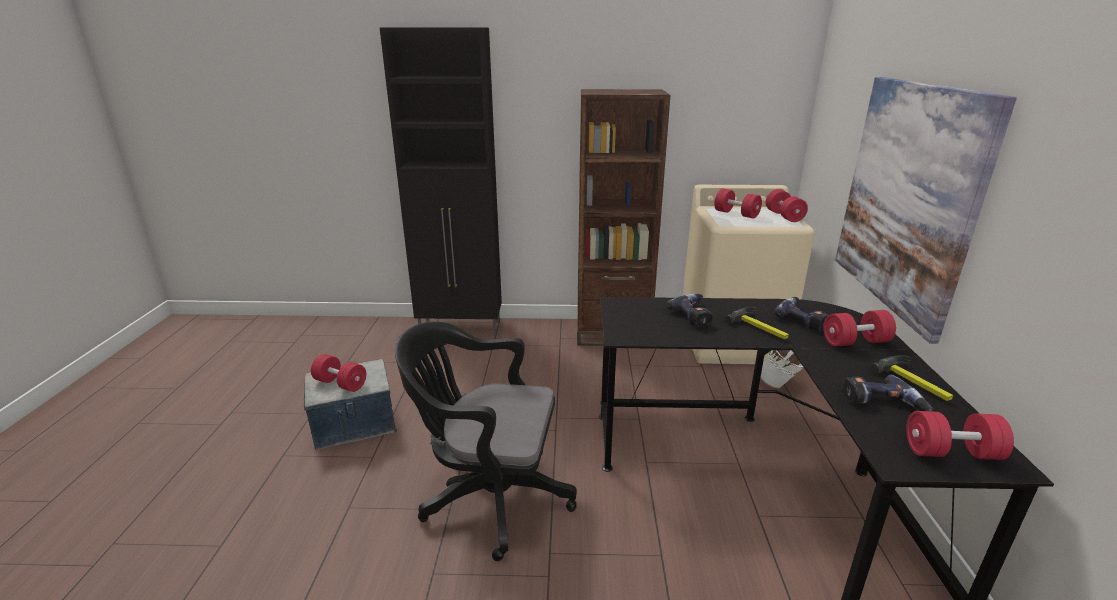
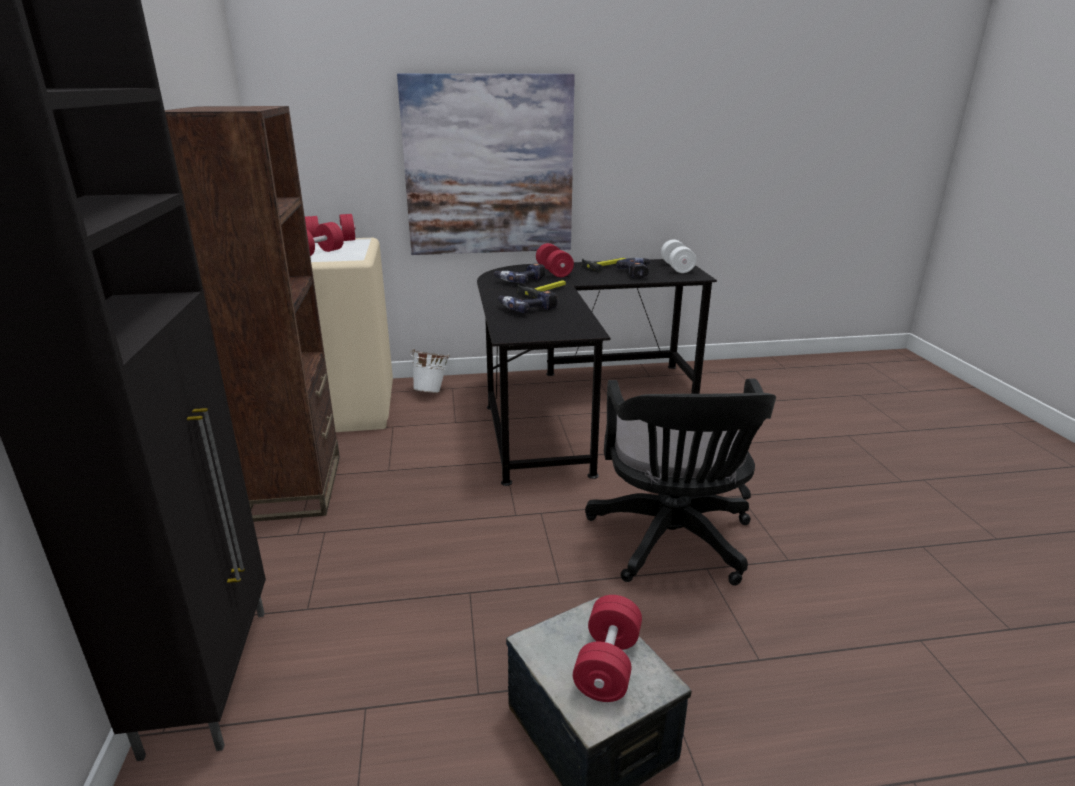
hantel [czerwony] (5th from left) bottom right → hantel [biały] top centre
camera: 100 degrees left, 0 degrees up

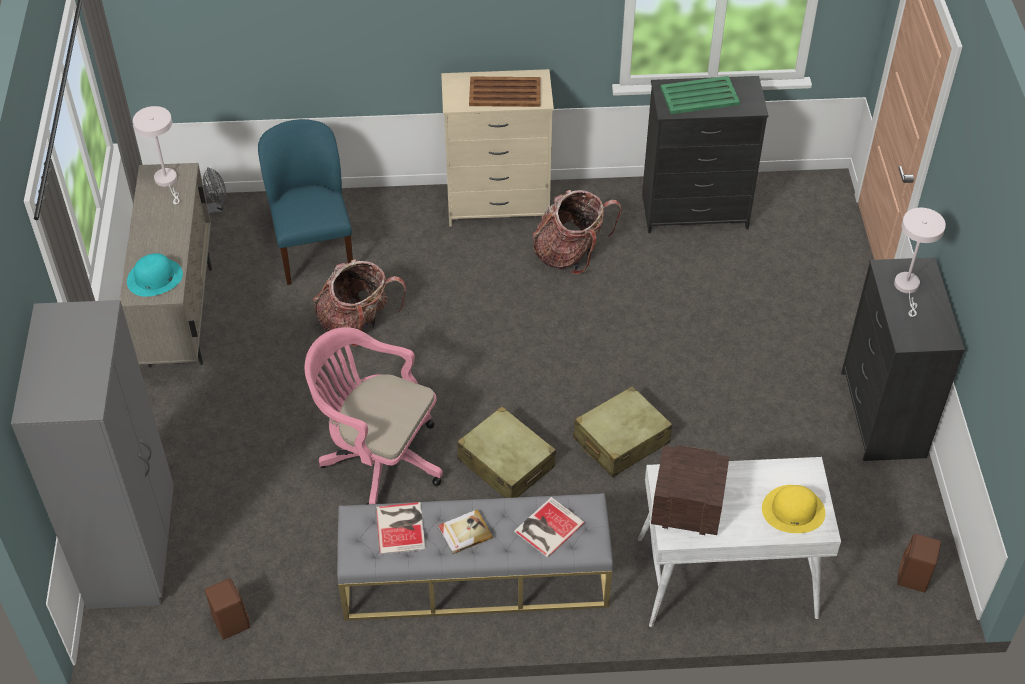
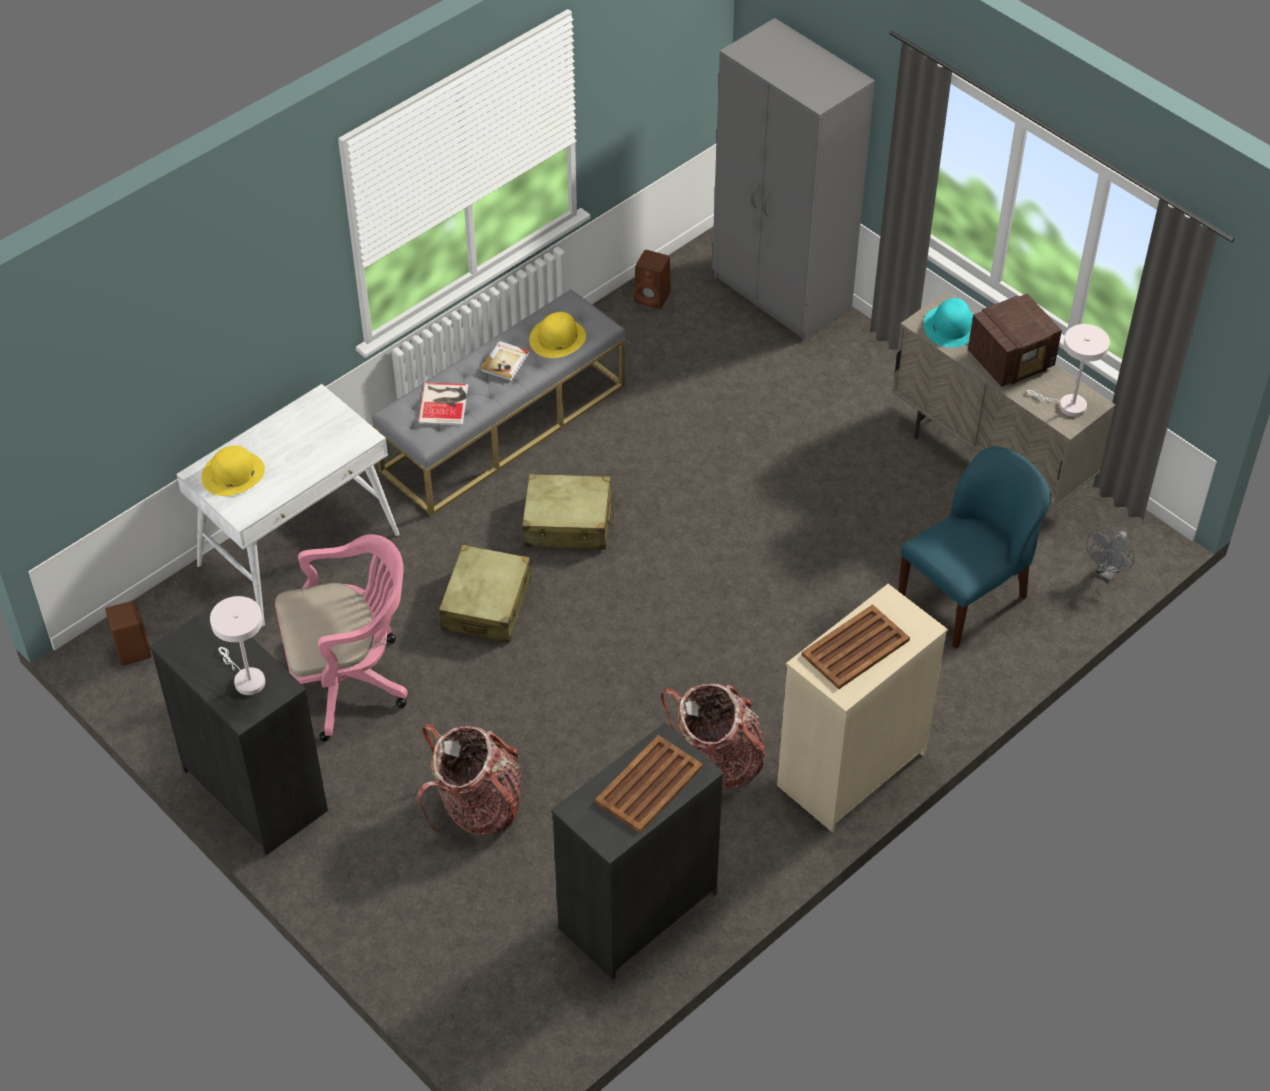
krzesło biurowe [różowy] centre → krzesło biurowe [różowy] middle left, move
plecak (1st from left) centre → plecak (1st from left) bottom centre, move
radio bottom right → radio top right, move
książka (1st from left) bottom centre → kapelusz [żółty] (2nd from left) top centre
taca [zielony] top right → taca [brązowy] (1st from left) bottom centre
krzesło [niebieski] top left → krzesło [niebieski] middle right, 75 degrees counterclockwise
camera: 140 degrees right, 0 degrees up

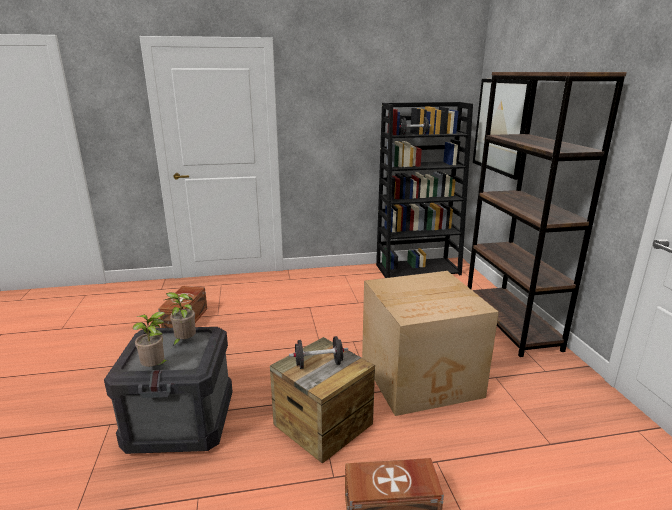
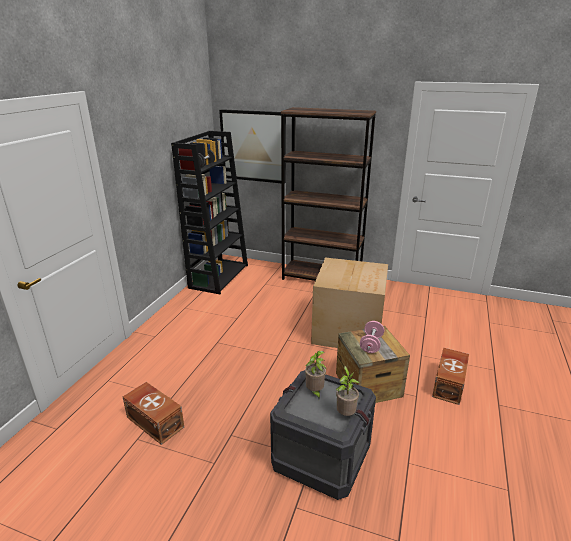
hantel [czarny] (1st from left) bottom centre → hantel [różowy] centre
camera: 60 degrees left, 5 degrees up

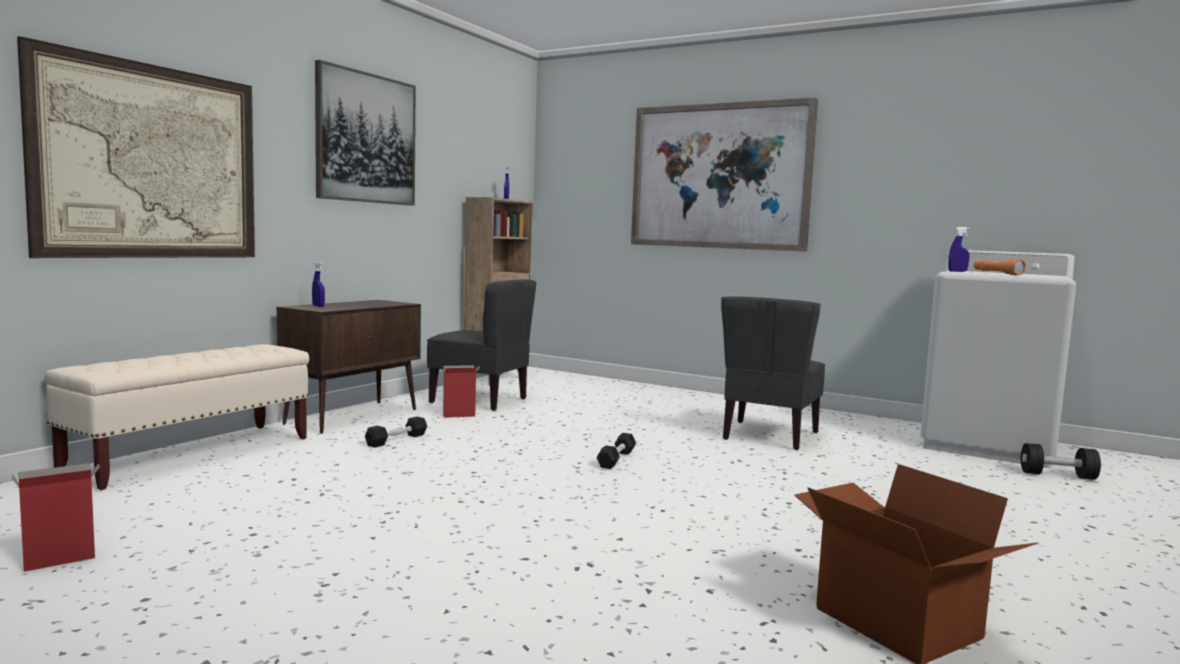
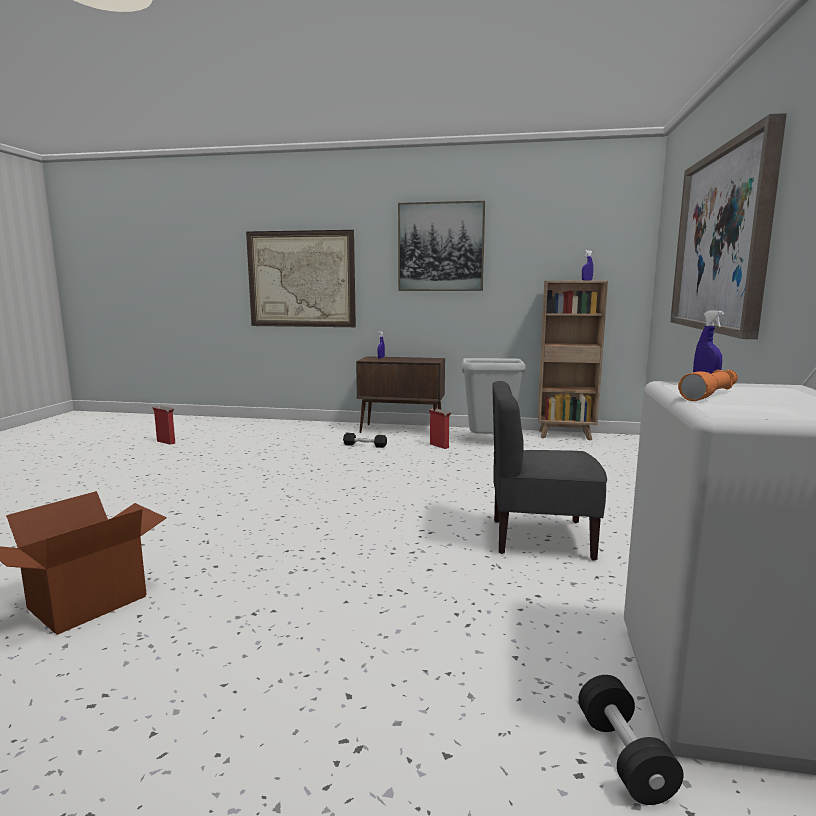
ławka [beżowy] middle left → -
hantel [czarny] (2nd from left) bottom centre → -
krzesło [szary] (1st from left) centre → kosz na śmieci [szary] centre
camera: 70 degrees right, 5 degrees up

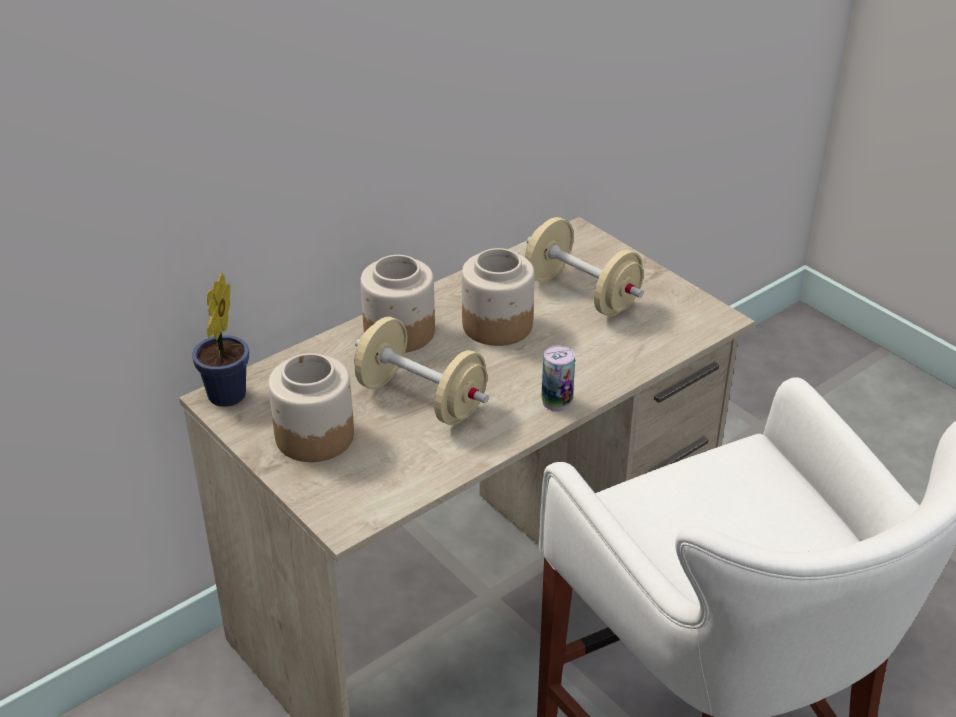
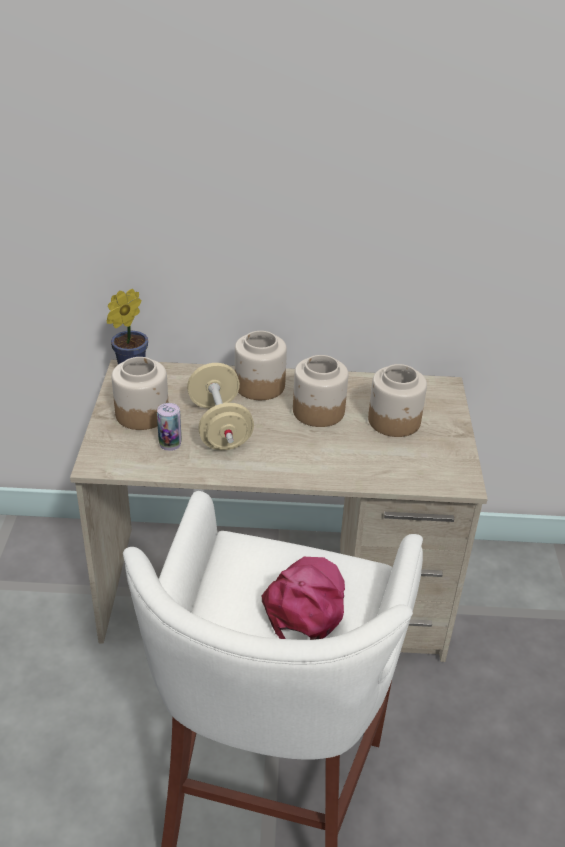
- → czapka z daszkiem [różowy] bottom centre
puszka centre → puszka middle left, move
hantel [beżowy] (2nd from left) centre → słoik (4th from left) middle right
camera: 40 degrees right, 0 degrees up

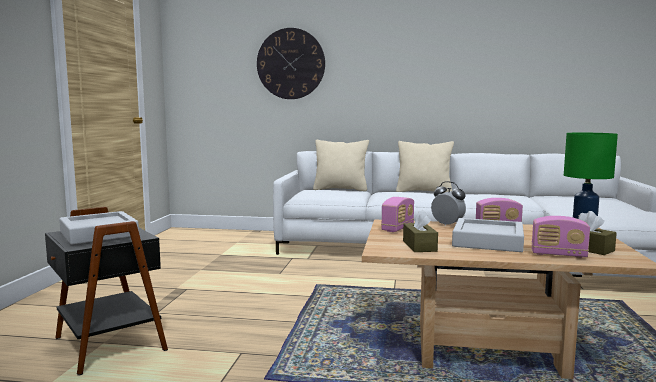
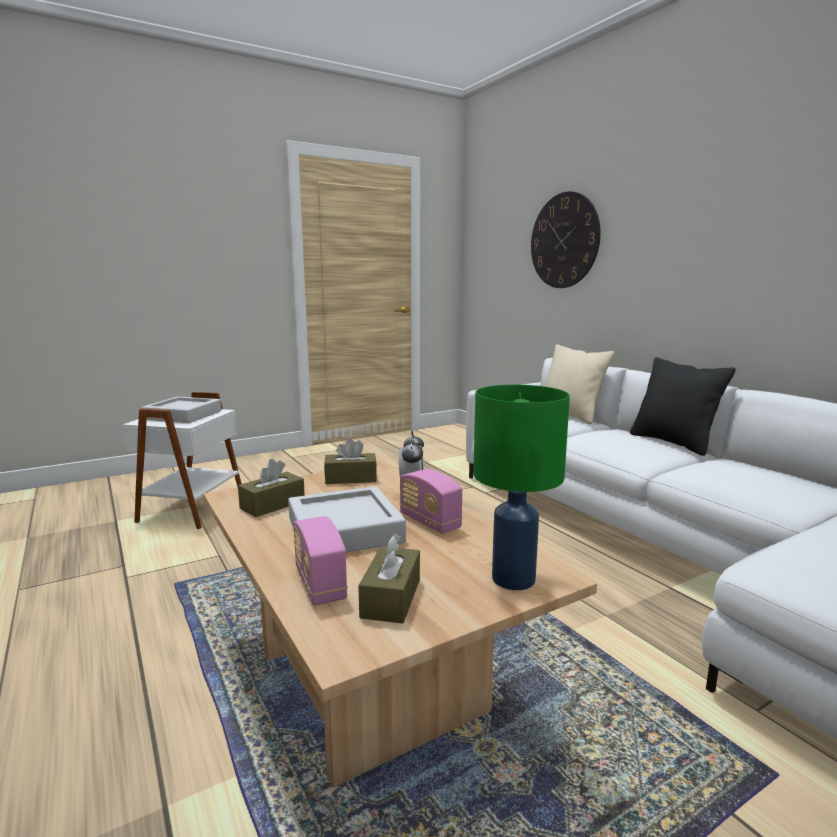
radio (1st from left) centre → pudełko chusteczek [brązowy] (2nd from left) centre
stolik [czarny] bottom left → stolik [biały] middle left
poduszka [beżowy] (2nd from left) centre → poduszka [czarny] middle right
camera: 50 degrees right, 5 degrees up

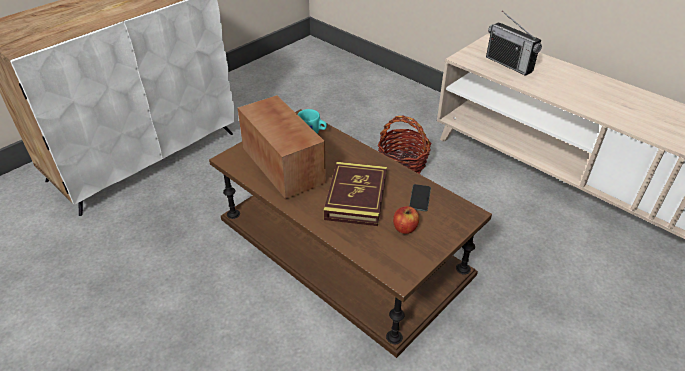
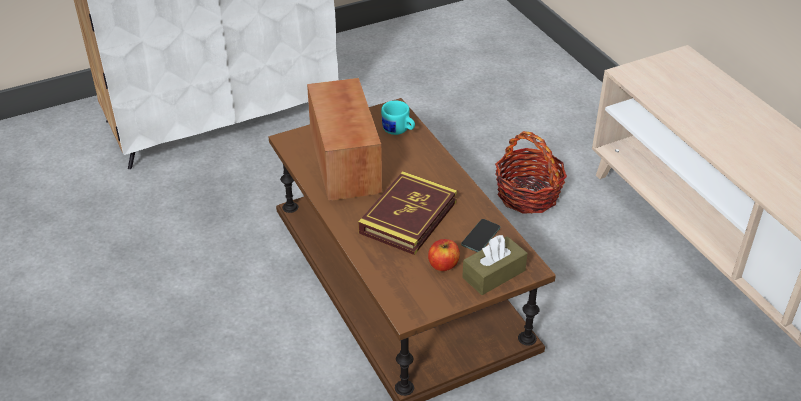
radio (2nd from left) top right → -
- → pudełko chusteczek [brązowy] centre
camera: 20 degrees right, 0 degrees up

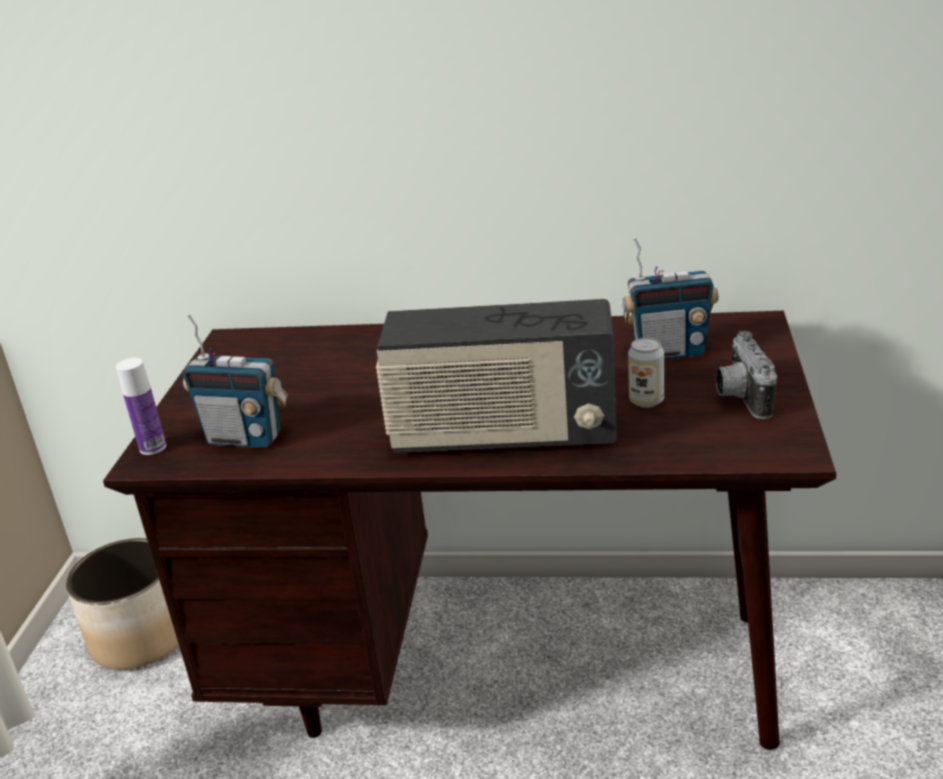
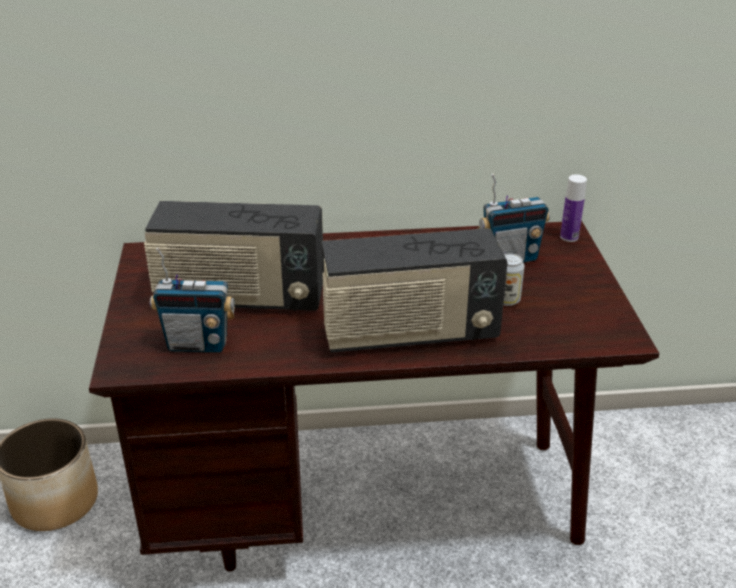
aparat fotograficzny middle right → -
- → radio (2nd from left) middle left
butelka middle left → butelka middle right, move
camera: 15 degrees left, 5 degrees up

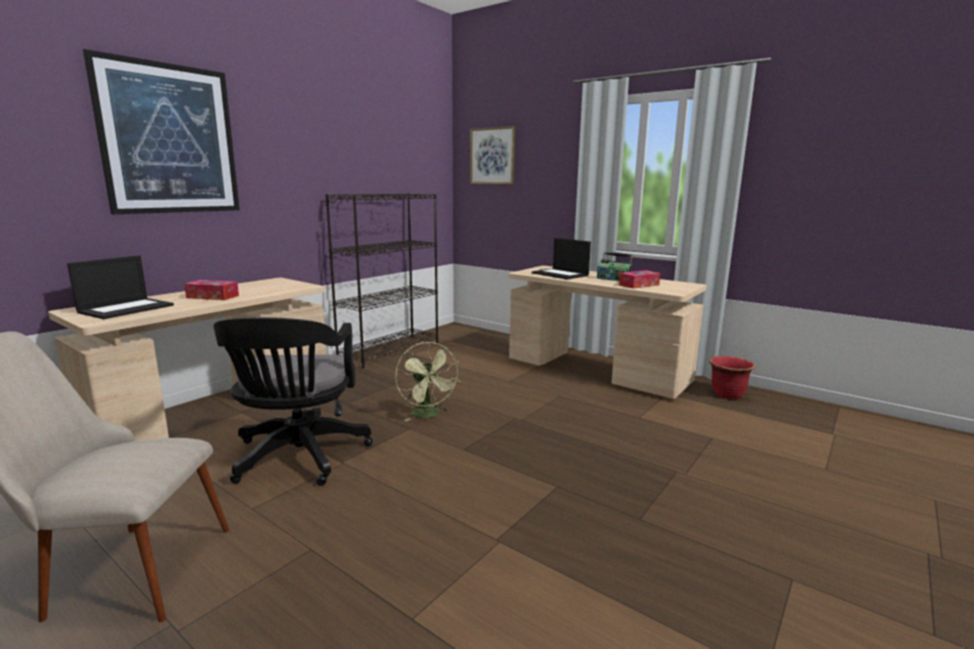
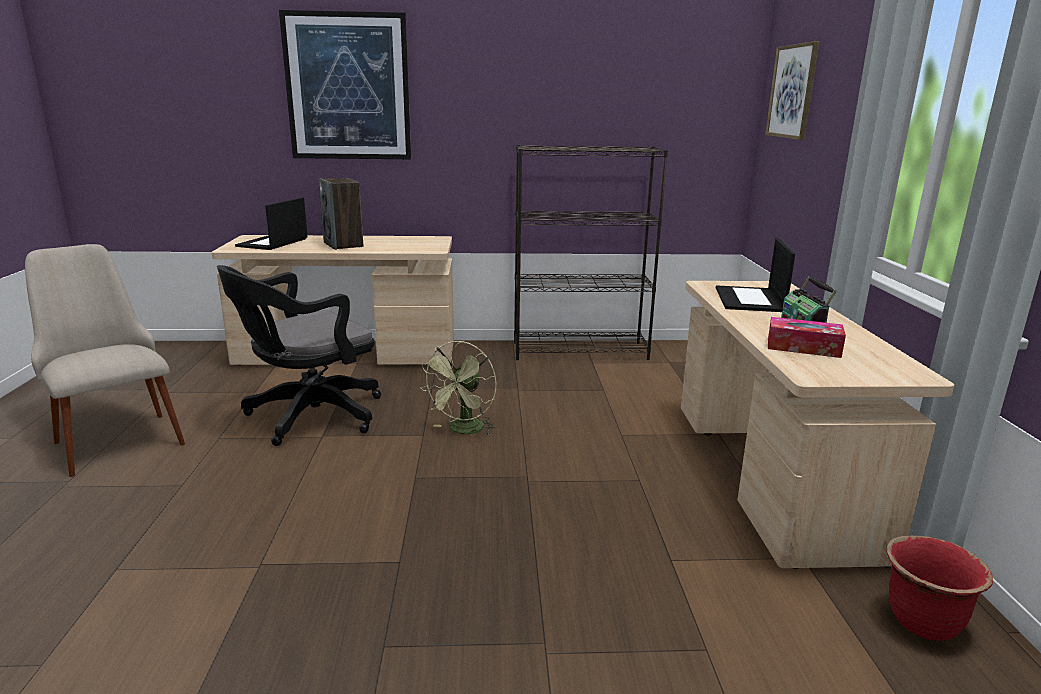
pudełko chusteczek (1st from left) middle left → głośnik top left
laptop (1st from left) middle left → laptop (1st from left) top left, 120 degrees clockwise
camera: 50 degrees right, 5 degrees up

